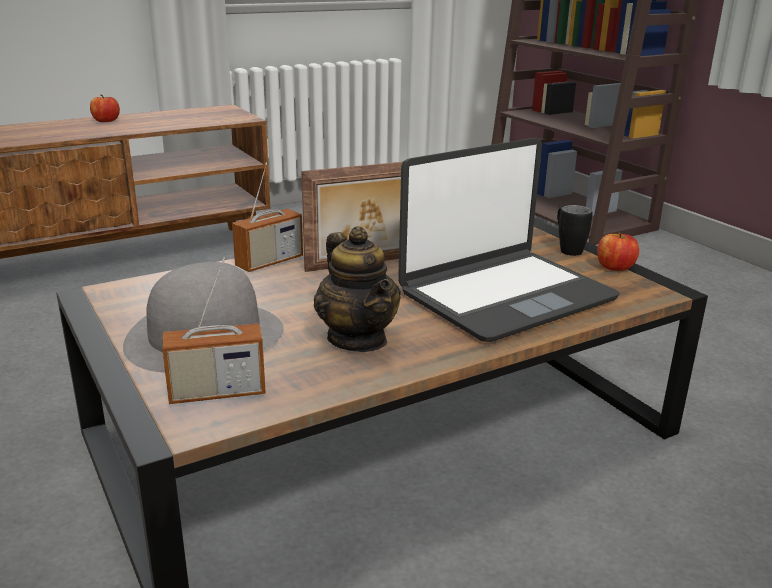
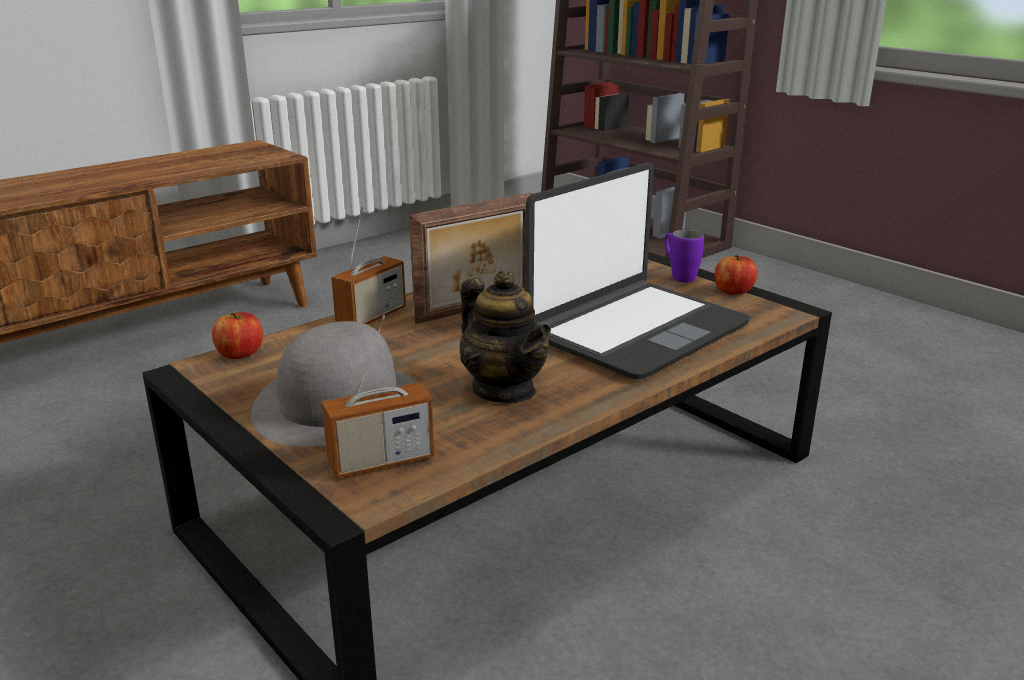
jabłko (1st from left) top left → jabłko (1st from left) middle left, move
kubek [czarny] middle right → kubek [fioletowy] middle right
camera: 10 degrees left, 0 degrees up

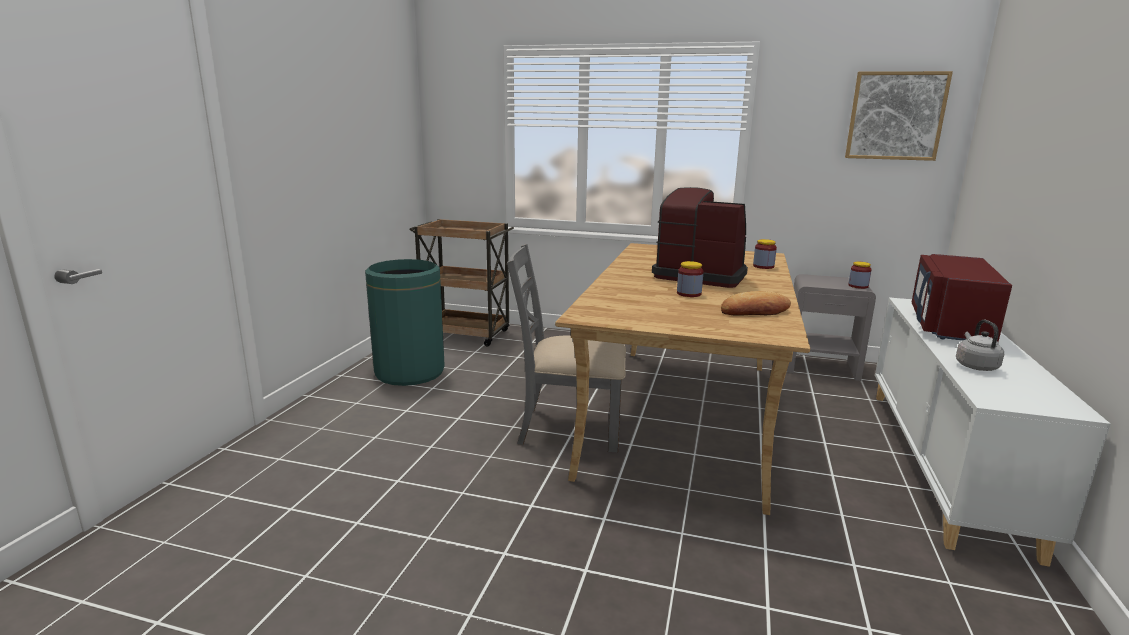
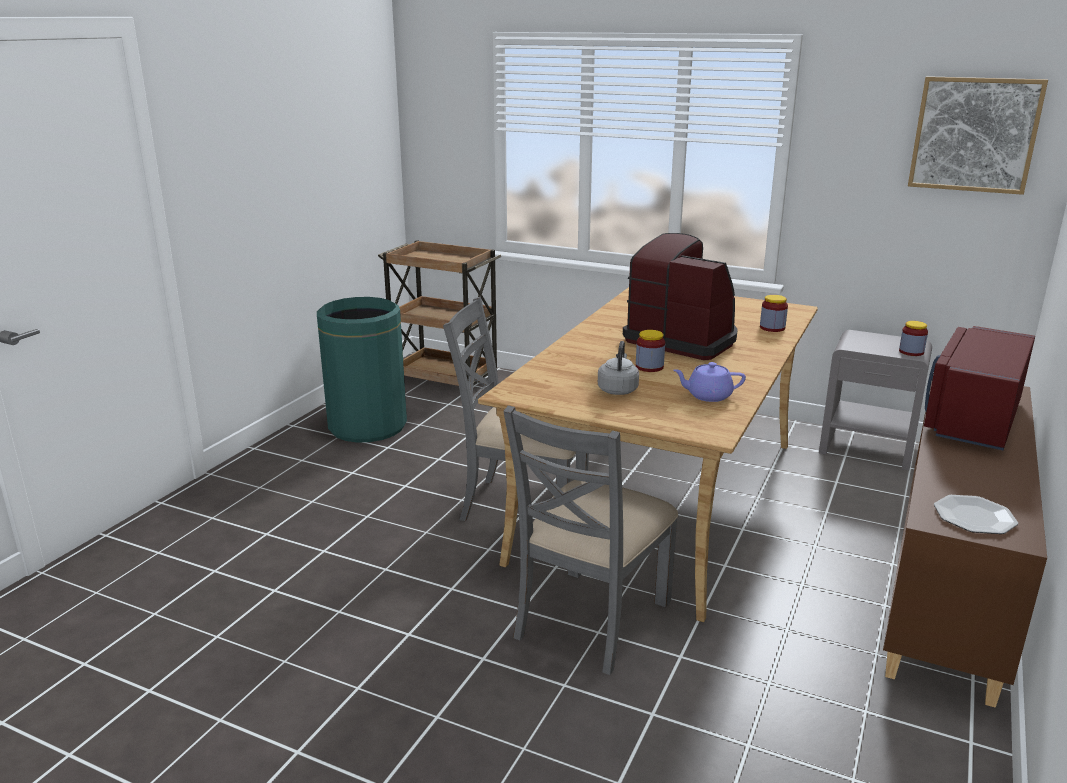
- → krzesło [szary] (2nd from left) bottom centre
- → talerz middle right
czajnik [szary] middle right → czajnik [szary] centre, move
chleb middle right → imbryk [fioletowy] centre
szafka [biały] bottom right → szafka [brązowy] bottom right
camera: 10 degrees right, 5 degrees up

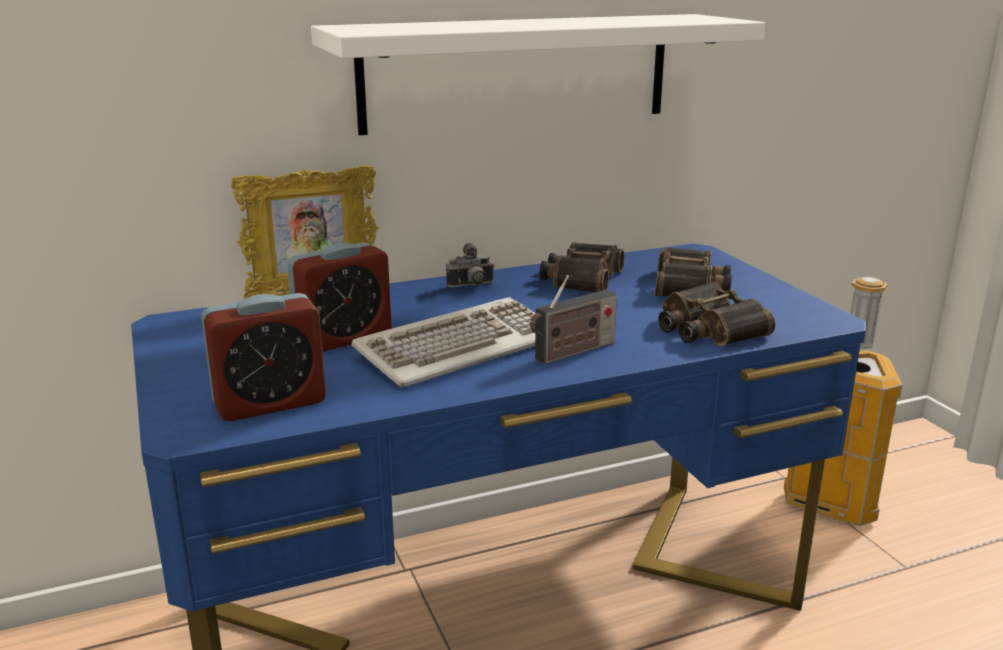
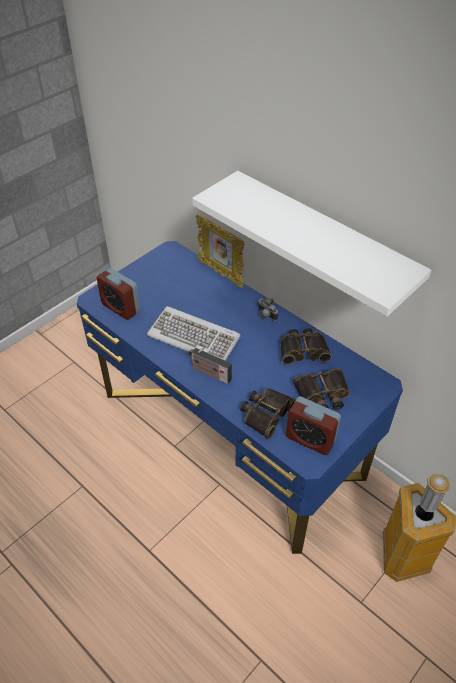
budzik (2nd from left) centre → budzik (2nd from left) middle right, move
camera: 65 degrees right, 25 degrees up

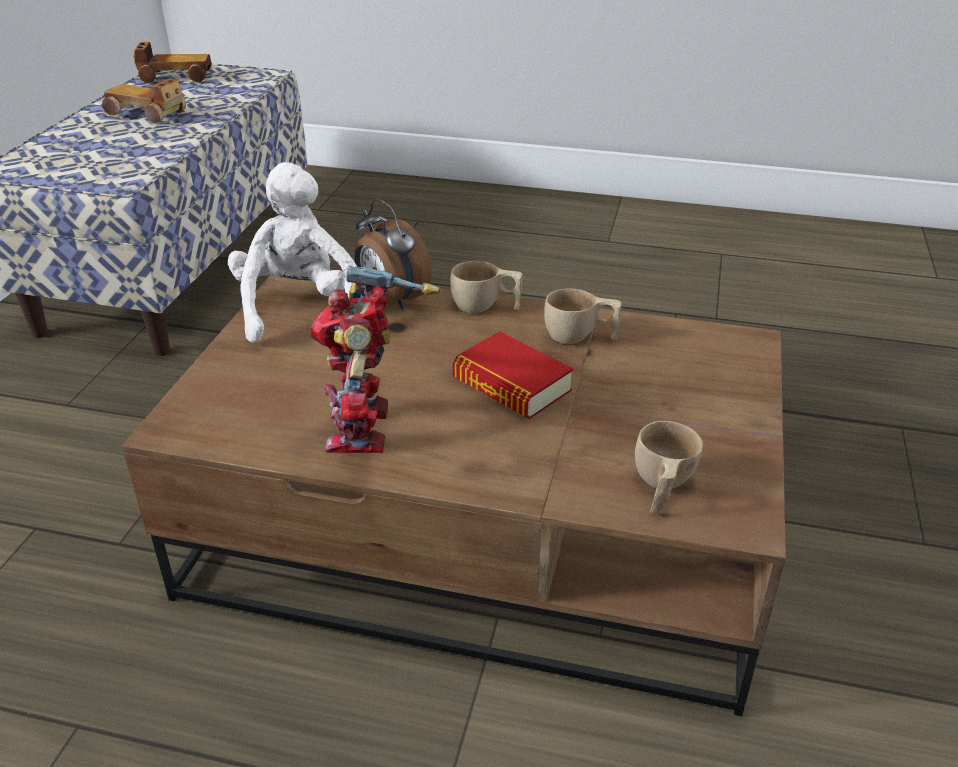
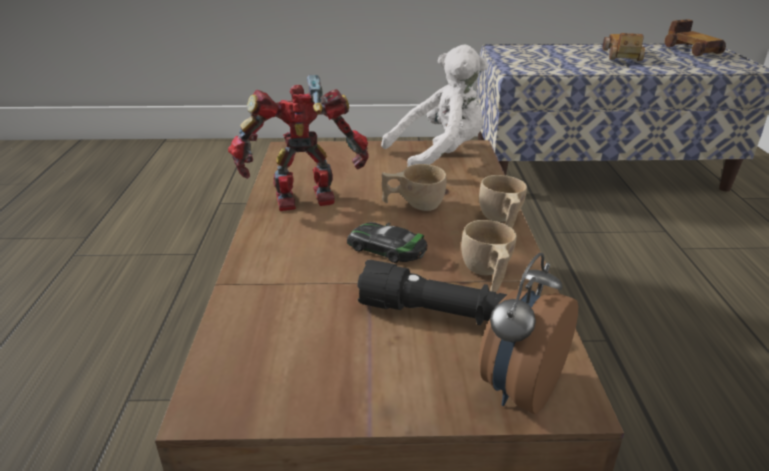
- → latarka [czarny] centre
budzik top centre → budzik bottom right, move
filiżanka [beżowy] (3rd from left in the first image) middle right → filiżanka [beżowy] (1st from left) centre, move
książka centre → samochodzik (1st from left) centre
camera: 75 degrees right, 5 degrees down

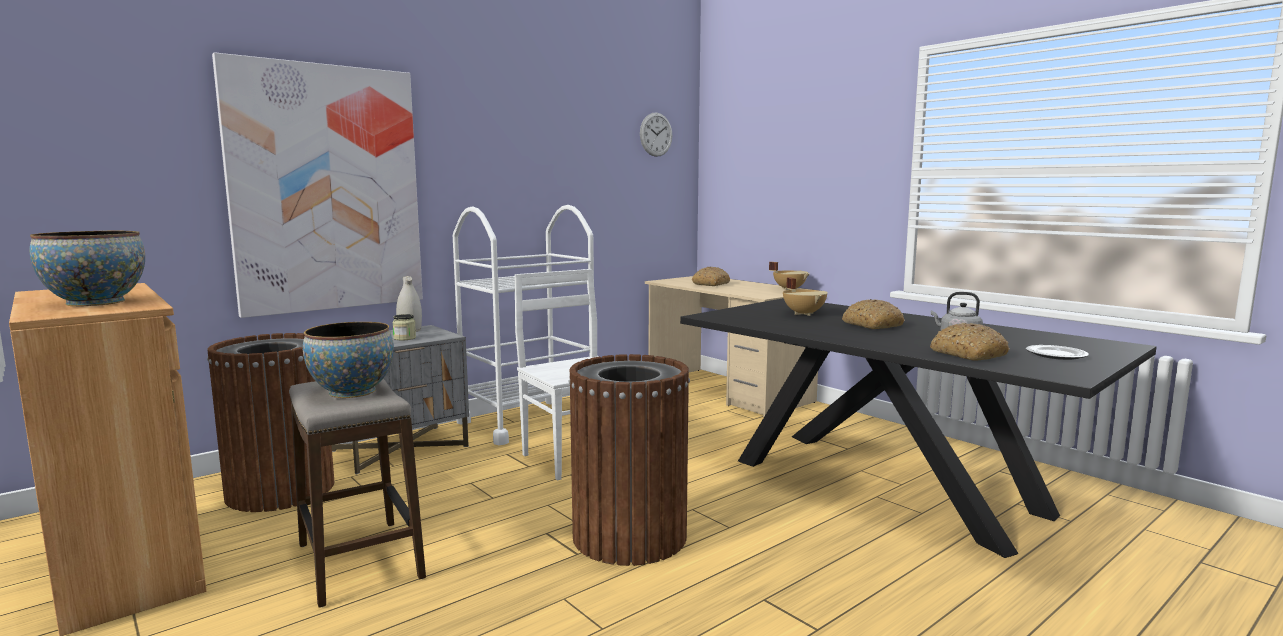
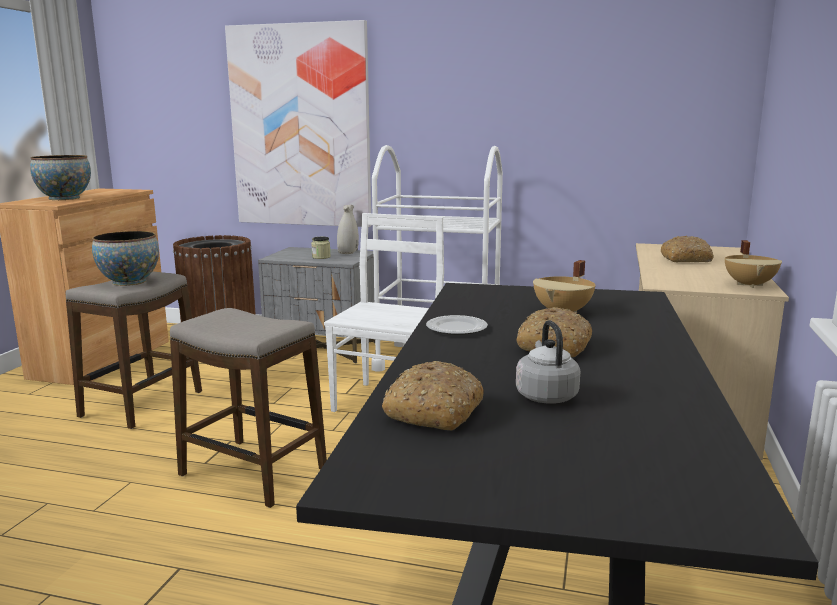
zegar ścienny top centre → -
talerz middle right → talerz centre, move
kosz na śmieci [brązowy] (2nd from left) bottom centre → stołek (2nd from left) bottom left
camera: 55 degrees right, 5 degrees up

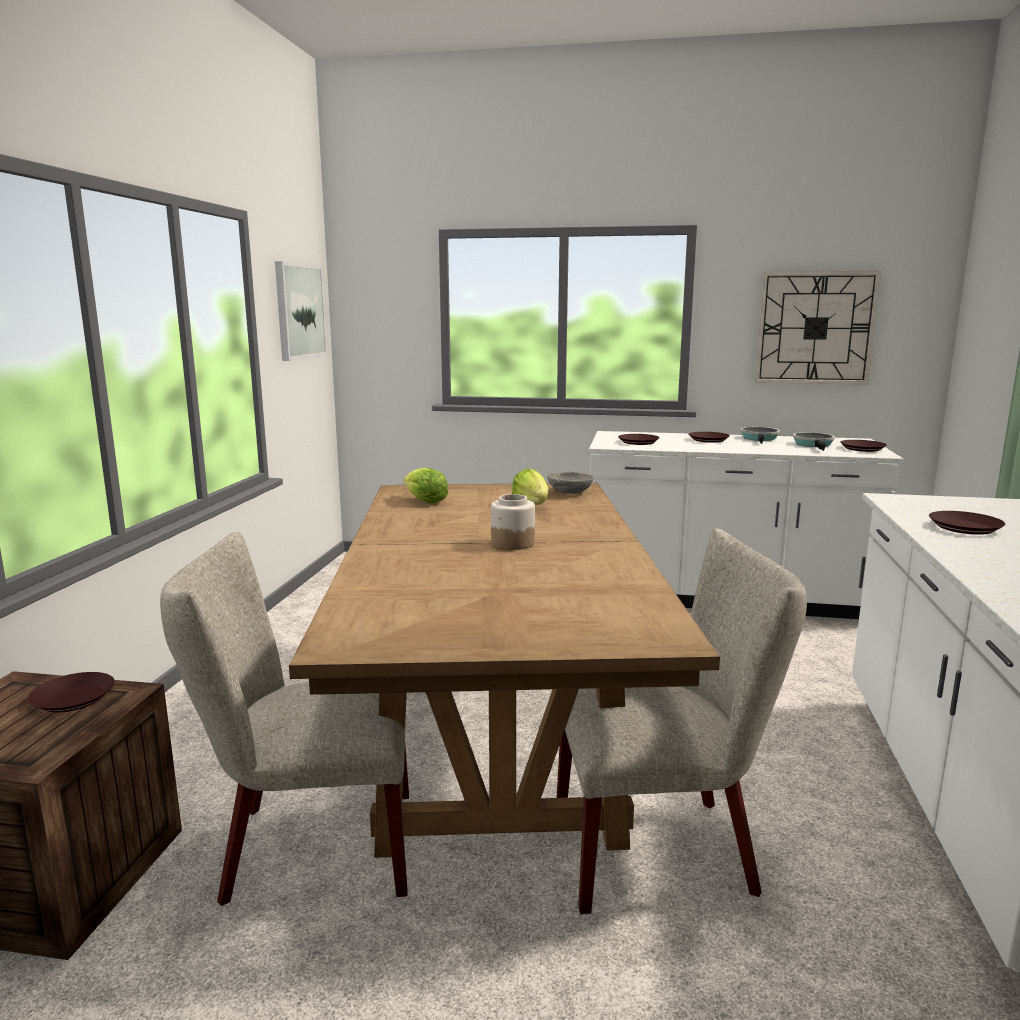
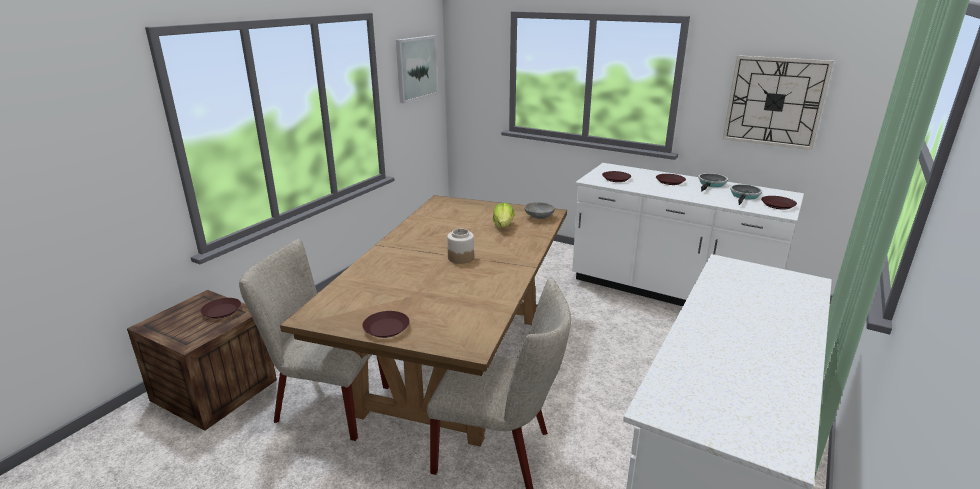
sałata (1st from left) centre → -
talerz [brązowy] (5th from left in the first image) middle right → talerz [brązowy] (2nd from left) centre, move
camera: 20 degrees right, 10 degrees up

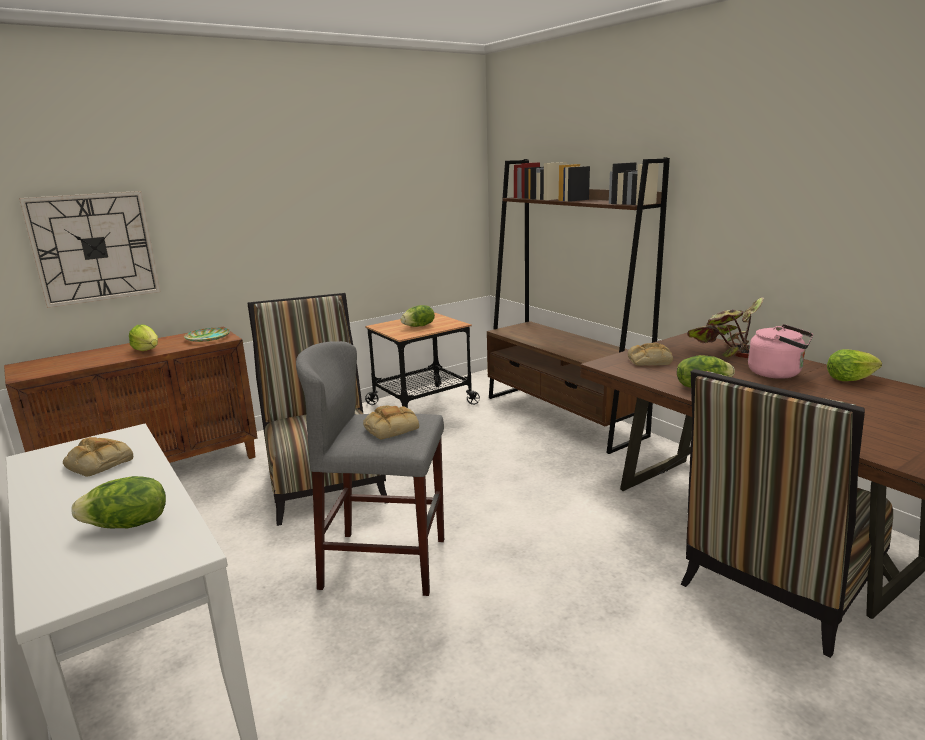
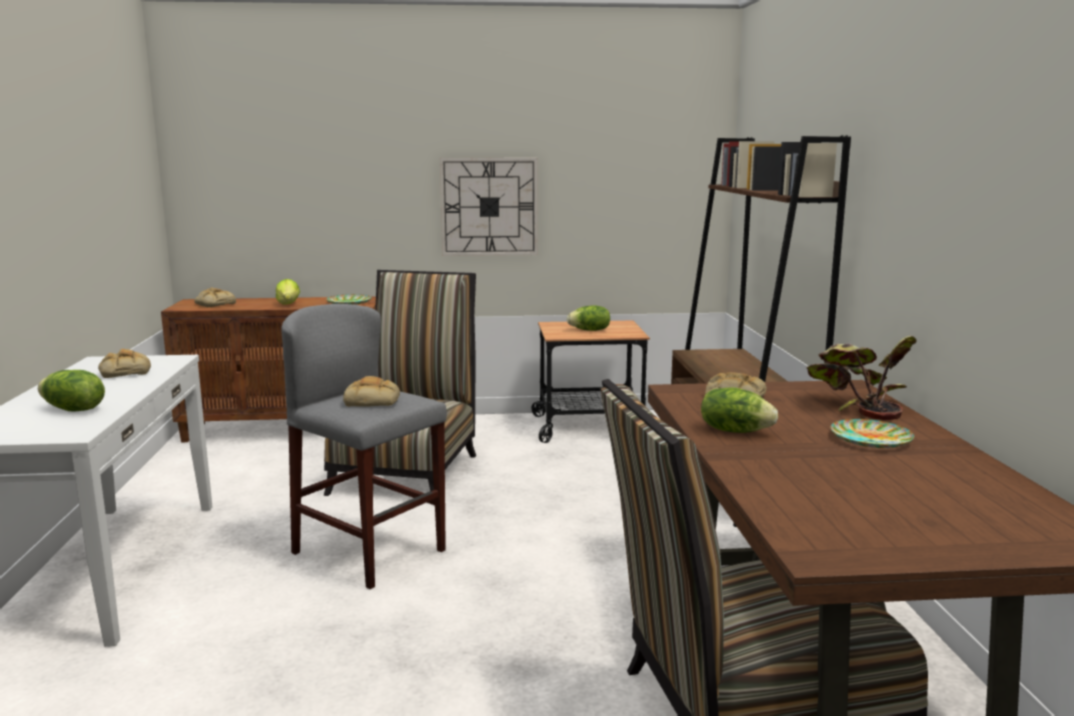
sałata (5th from left) middle right → -
- → chleb (2nd from left) middle left
zegar ścienny middle left → zegar ścienny top centre, move
czajnik [różowy] middle right → talerz (2nd from left) middle right
camera: 30 degrees right, 5 degrees down

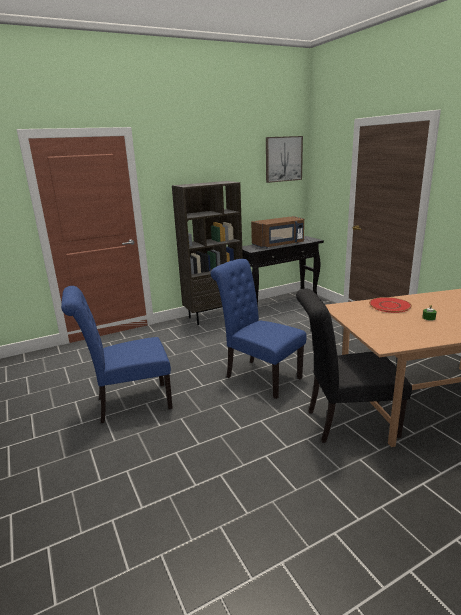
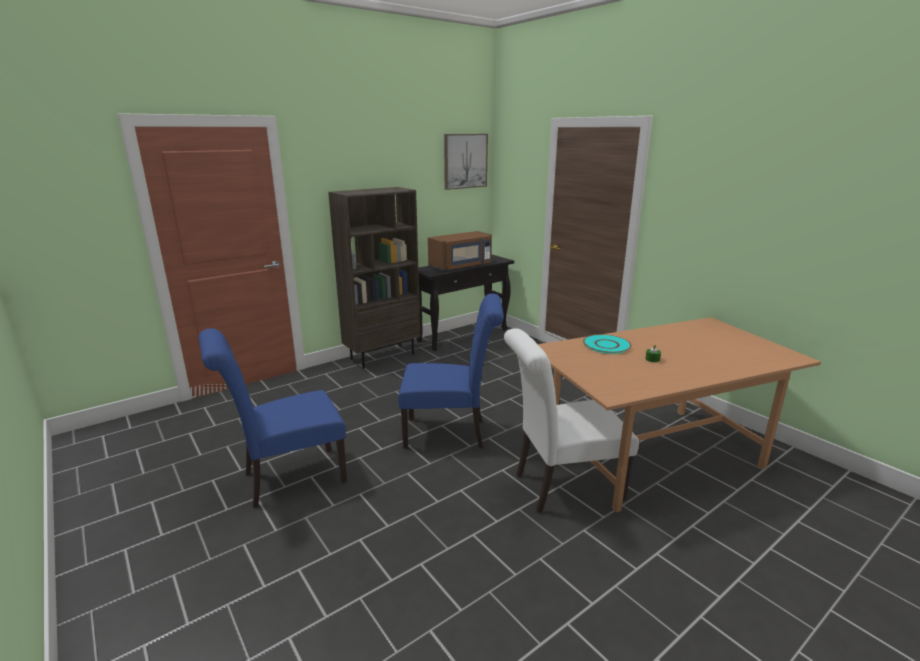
krzesło [czarny] middle right → krzesło [biały] centre
talerz [czerwony] middle right → talerz [turkusowy] centre
krzesło [niebieski] (2nd from left) centre, 150 degrees clockwise
camera: 10 degrees left, 0 degrees up

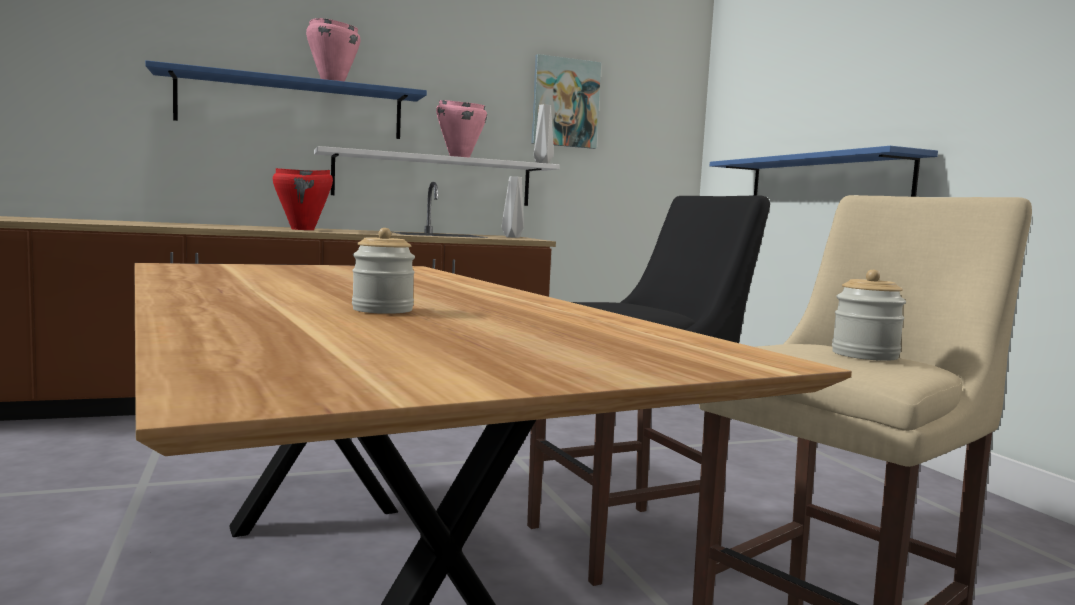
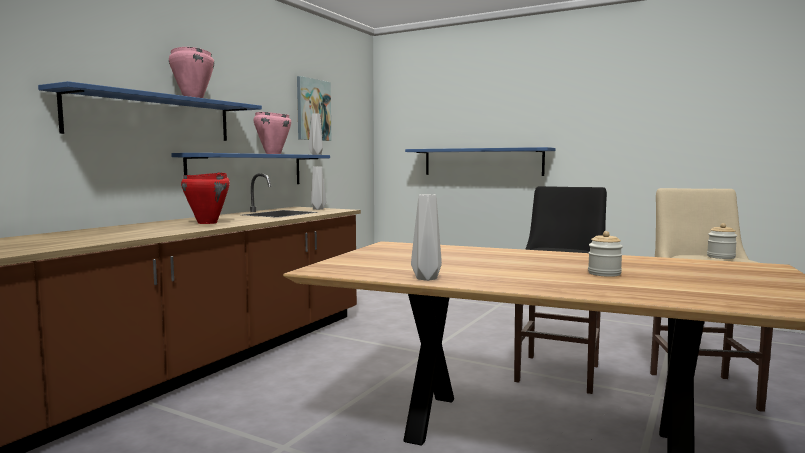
- → wazon [szary] (3rd from left) centre
półka [biały] top centre → półka [niebieski] (2nd from left) middle left
camera: 40 degrees left, 0 degrees up

